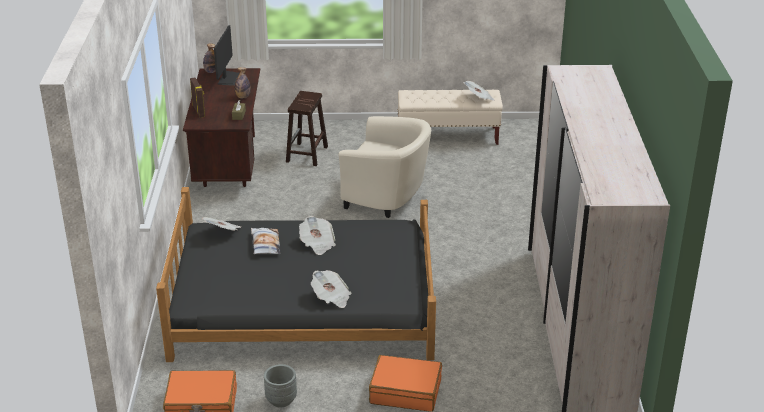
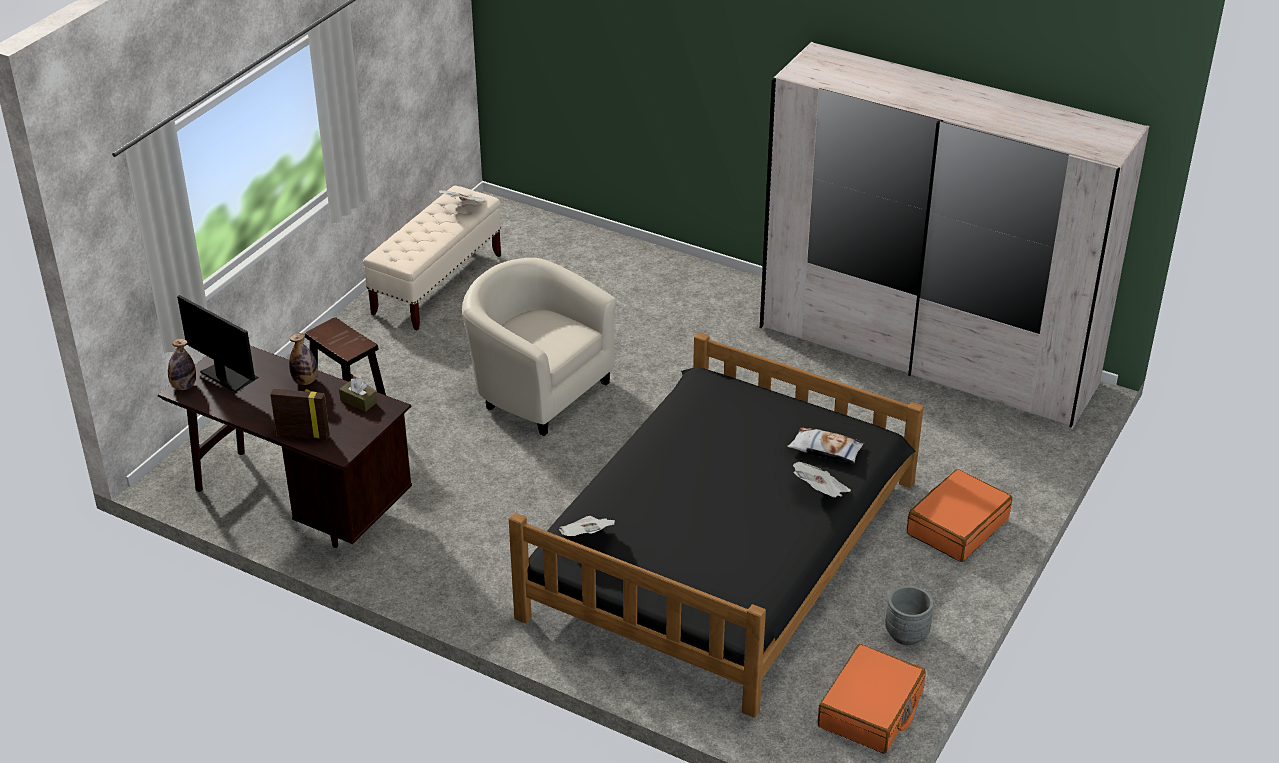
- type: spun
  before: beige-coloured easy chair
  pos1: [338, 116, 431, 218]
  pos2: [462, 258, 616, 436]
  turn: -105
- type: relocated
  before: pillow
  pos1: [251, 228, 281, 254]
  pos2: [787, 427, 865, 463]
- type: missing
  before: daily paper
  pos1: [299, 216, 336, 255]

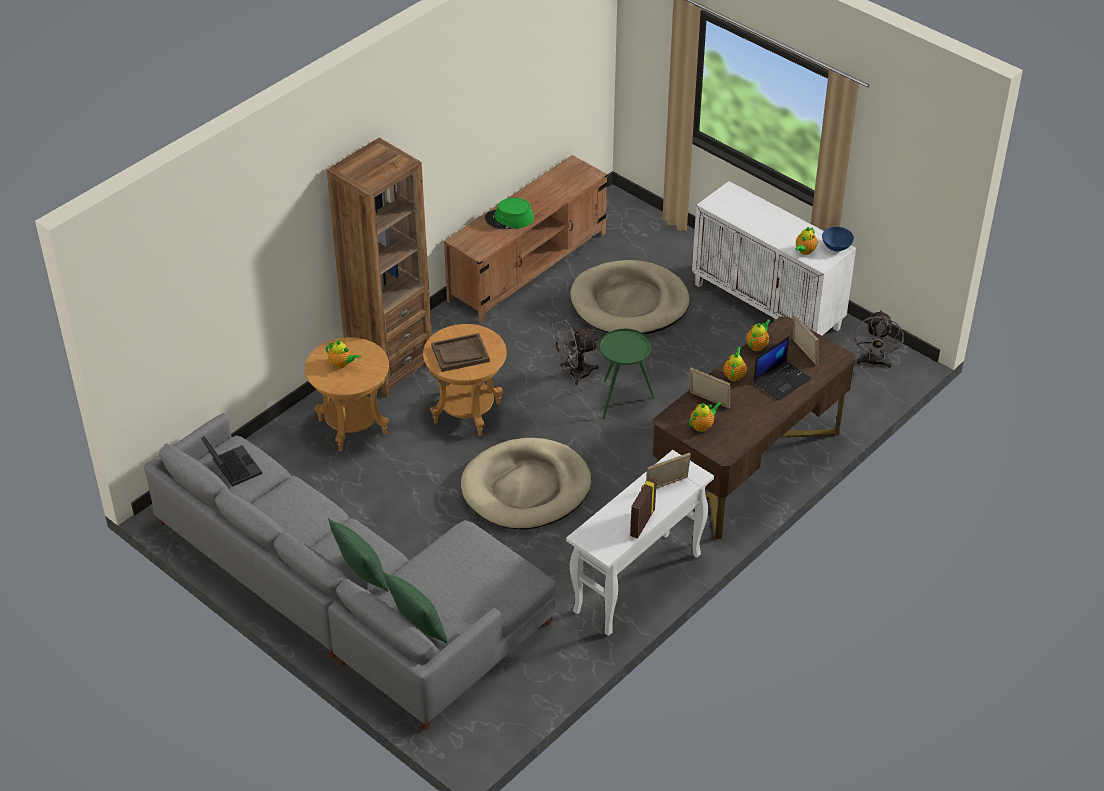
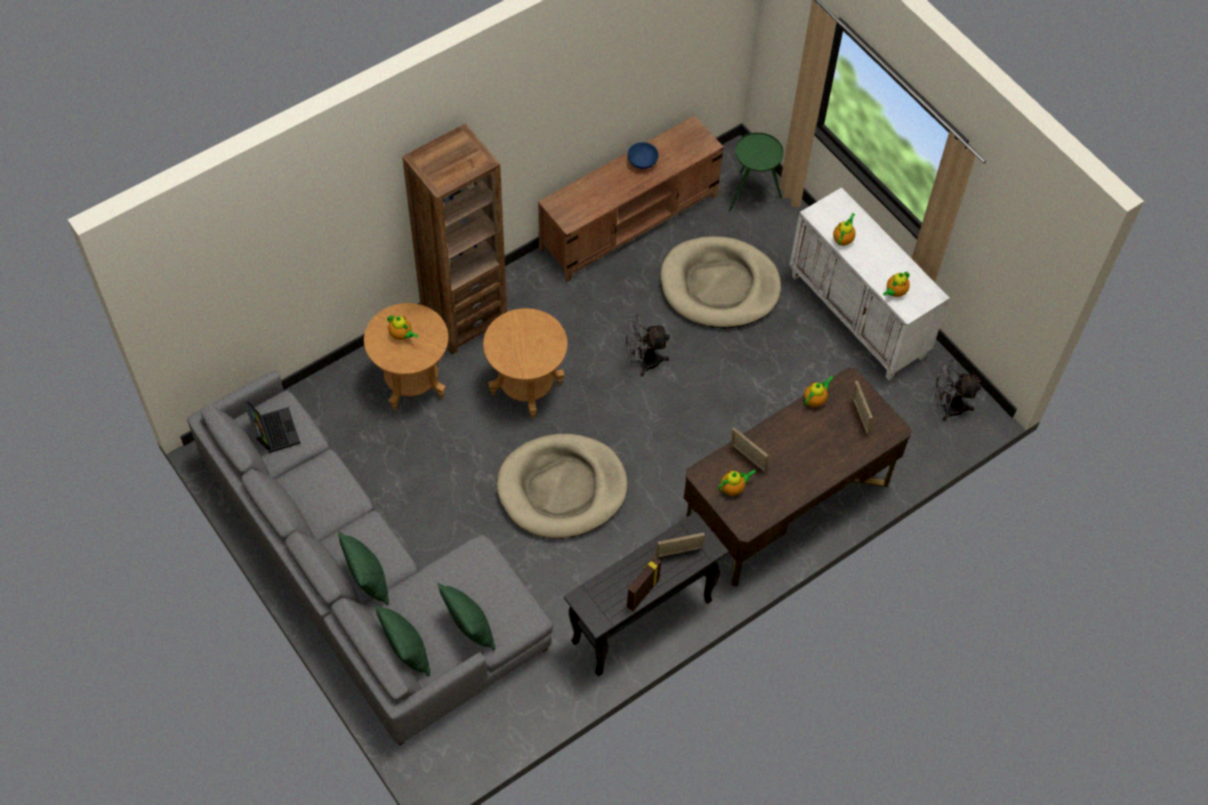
- type: appeared
  after: greenish pillow
  pos2: [438, 583, 495, 650]
- type: colour
  before: white-coloured narrow table
  after: black-coloured narrow table
  pos1: [566, 450, 714, 636]
  pos2: [564, 512, 729, 676]
- type: relocated
  before: blue bowl
  pos1: [822, 227, 854, 251]
  pos2: [627, 142, 659, 169]
- type: relocated
  before: greenish end table
  pos1: [600, 329, 655, 419]
  pos2: [729, 132, 784, 211]
- type: relocated
  before: teapot
  pos1: [724, 347, 746, 381]
  pos2: [833, 213, 856, 246]
- type: spun
  before: grey electric fan
  pos1: [853, 310, 904, 368]
  pos2: [934, 357, 981, 421]
  turn: 75
- type: missing
  before: brownish serving tray
  pos1: [431, 333, 490, 372]
- type: missing
  before: greenish clothing hat
  pos1: [485, 198, 534, 229]
- type: missing
  before: laptop
  pos1: [753, 336, 811, 401]

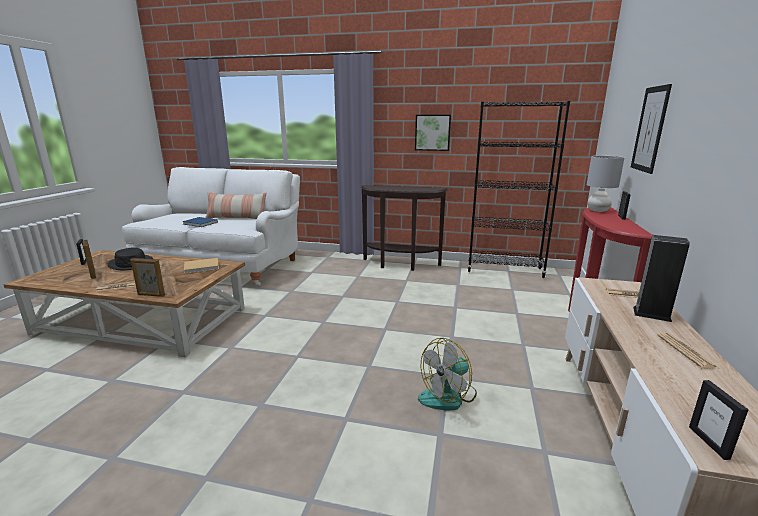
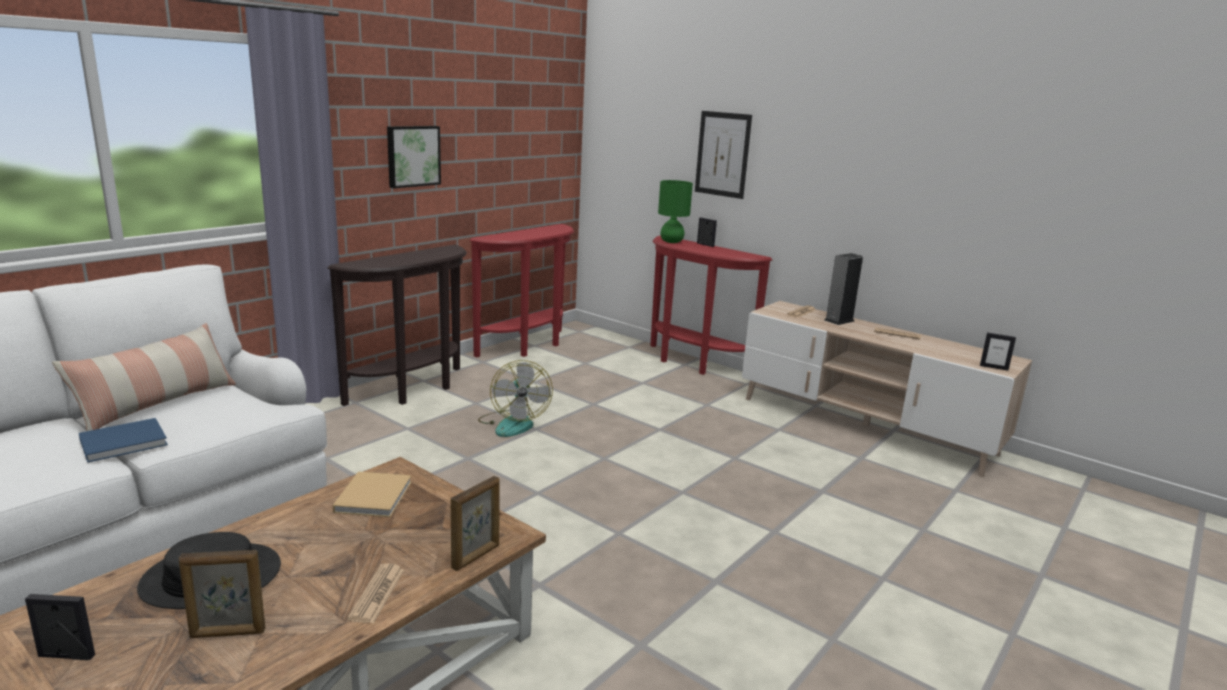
- type: exchanged
  before: black-coloured bookcase
  after: red-coloured narrow table
  pos1: [467, 101, 570, 278]
  pos2: [470, 224, 574, 357]
- type: relocated
  before: electric fan
  pos1: [418, 338, 477, 410]
  pos2: [478, 360, 553, 437]
- type: colour
  before: grey lamp for a table
  after: greenish lamp for a table
  pos1: [587, 156, 624, 212]
  pos2: [658, 180, 693, 243]

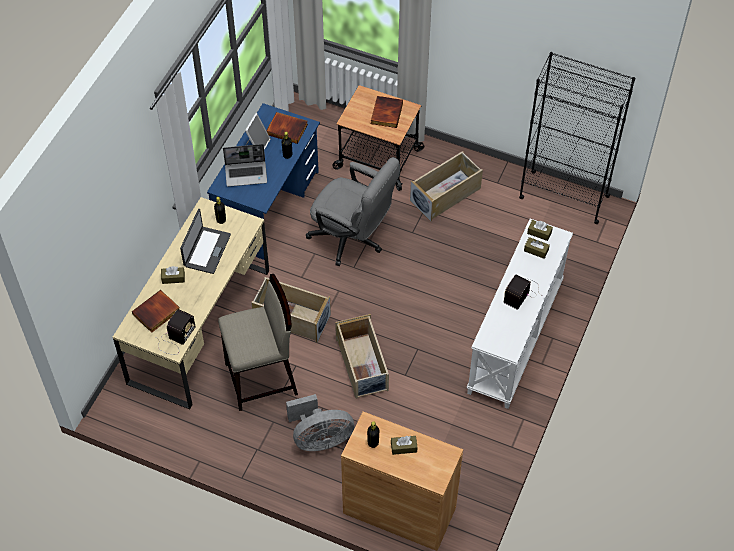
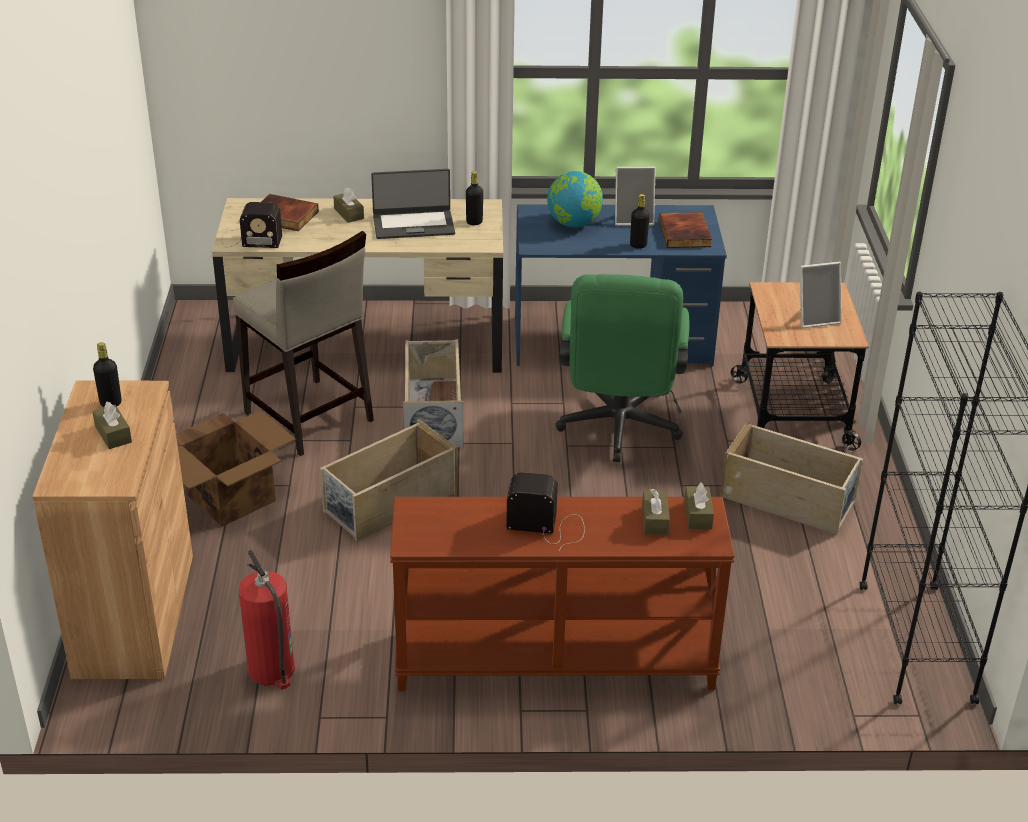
- type: exchanged
  before: grey electric fan
  after: cardboard box
  pos1: [286, 394, 354, 451]
  pos2: [176, 411, 296, 527]
- type: appeared
  after: fire-fighting cylinder
  pos2: [239, 550, 295, 690]
- type: colour
  before: white-coloured narrow table
  after: brownish narrow table
  pos1: [467, 219, 573, 409]
  pos2: [390, 497, 735, 691]
- type: exchanged
  before: laptop
  after: globe
  pos1: [223, 144, 267, 187]
  pos2: [547, 171, 603, 227]
- type: colour
  before: grey computer chair
  after: greenish computer chair
  pos1: [306, 157, 400, 266]
  pos2: [555, 274, 689, 462]
- type: exchanged
  before: bound book
  after: photo frame
  pos1: [371, 96, 403, 128]
  pos2: [800, 262, 842, 328]

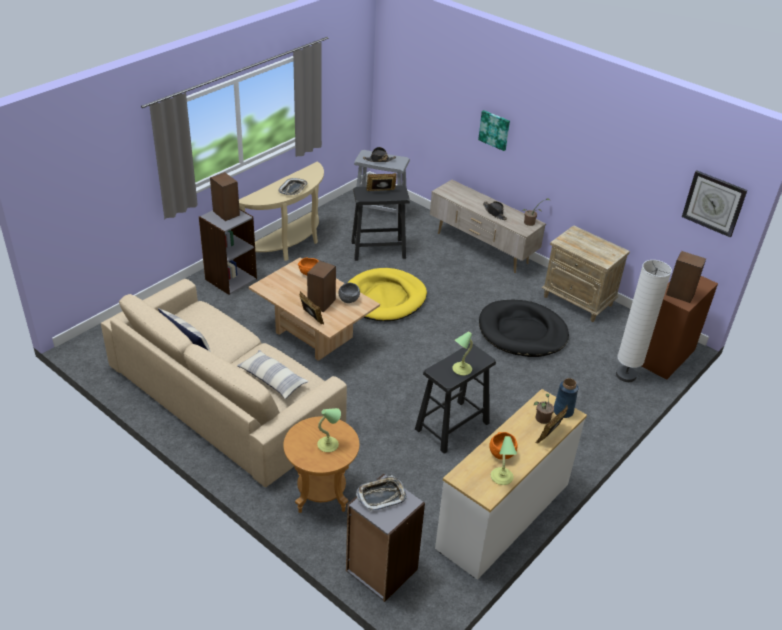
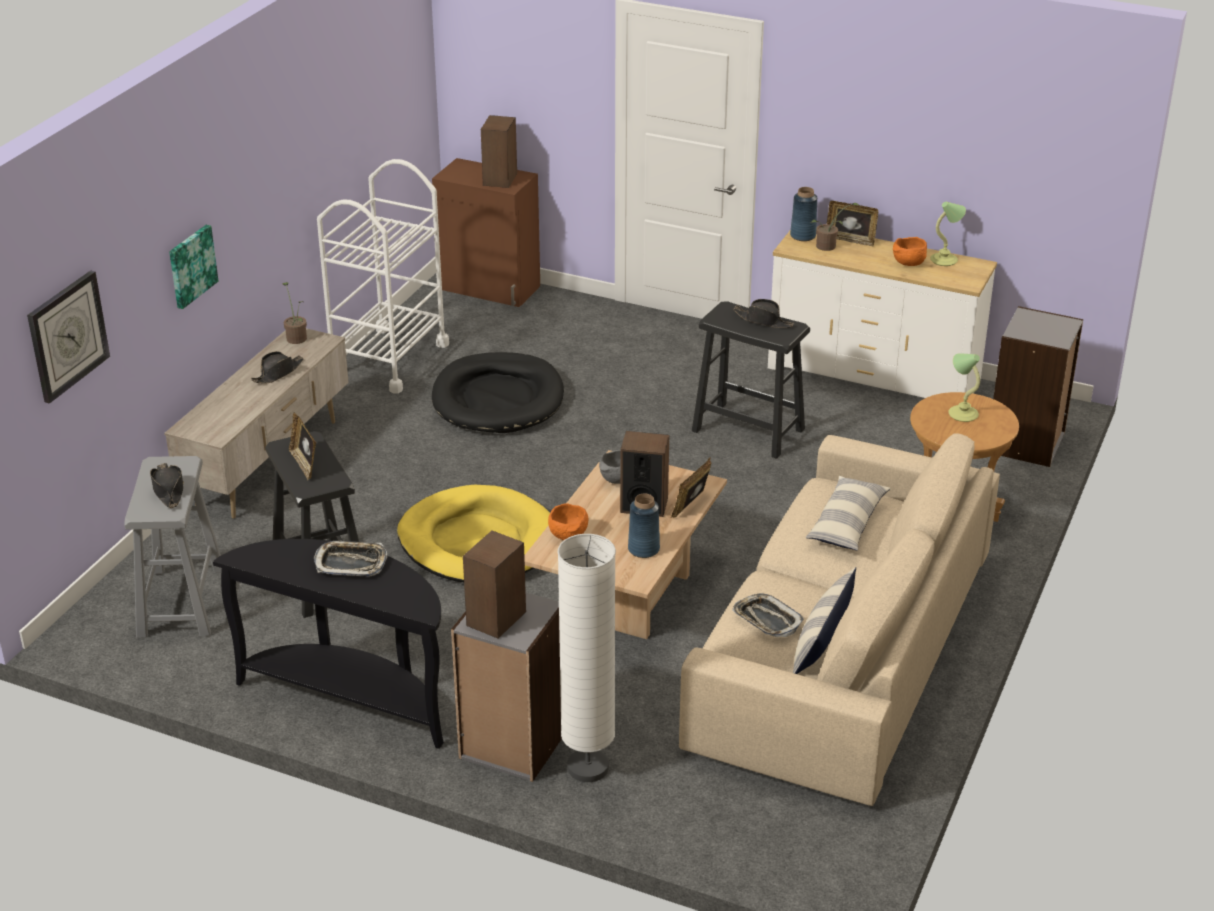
- type: relocated
  before: clock on the wall
  pos1: [682, 170, 747, 237]
  pos2: [27, 270, 110, 404]
- type: colour
  before: beige-coloured narrow table
  after: black-coloured narrow table
  pos1: [239, 162, 324, 261]
  pos2: [213, 539, 444, 749]
- type: exchanged
  before: beige-coloured nightstand
  after: white-coloured cart
  pos1: [541, 225, 630, 322]
  pos2: [317, 159, 449, 394]
- type: relocated
  before: white-coloured floor lamp
  pos1: [616, 260, 672, 382]
  pos2: [558, 534, 616, 782]
- type: appeared
  after: blue decorative vase
  pos2: [628, 494, 660, 558]
- type: relocated
  before: serving tray
  pos1: [356, 475, 407, 511]
  pos2: [732, 593, 804, 637]
- type: exchanged
  before: lamp for a table
  after: black-coloured clothing hat
  pos1: [452, 331, 473, 375]
  pos2: [733, 299, 794, 328]

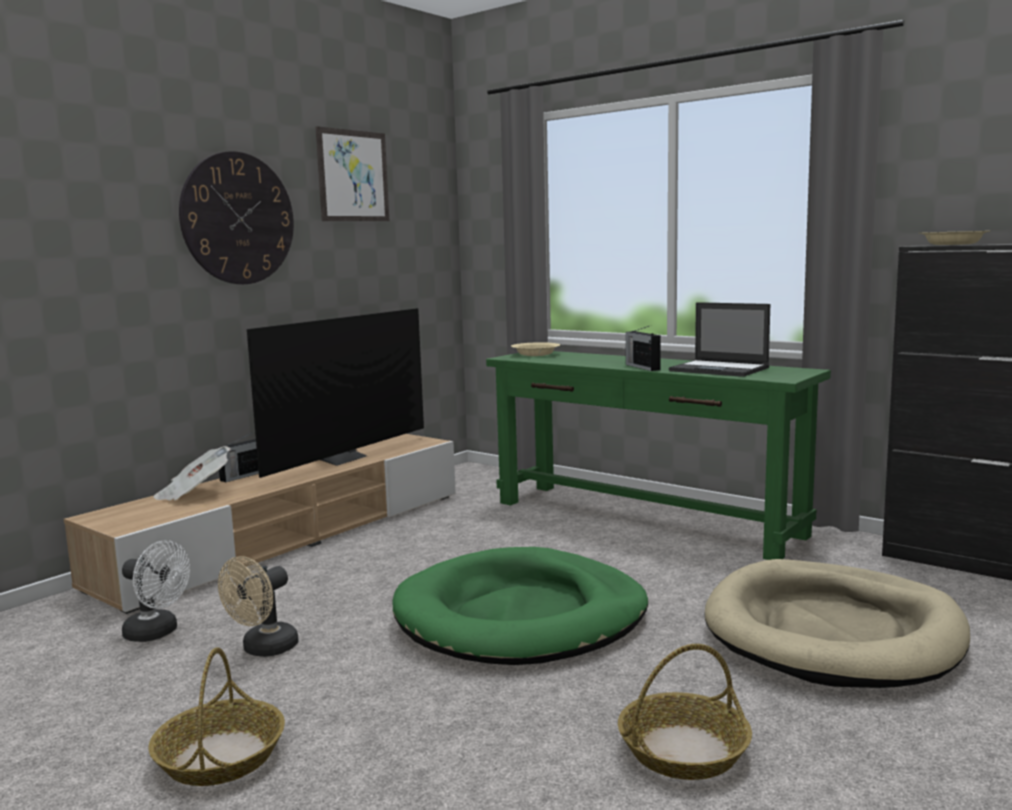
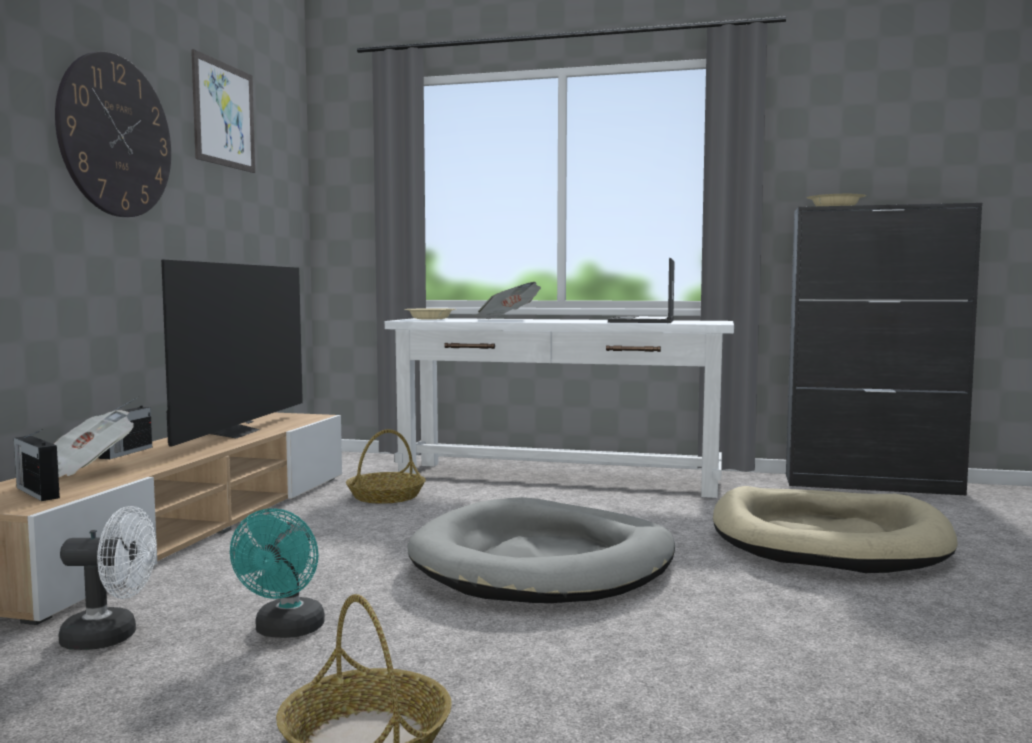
- type: relocated
  before: radio set
  pos1: [626, 326, 661, 371]
  pos2: [14, 429, 60, 501]
- type: colour
  before: beige-coloured electric fan
  after: turquoise-coloured electric fan
  pos1: [218, 556, 299, 657]
  pos2: [230, 508, 325, 638]
- type: relocated
  before: storage basket
  pos1: [618, 644, 752, 780]
  pos2: [346, 429, 426, 504]
- type: colour
  before: greenish narrow table
  after: white-coloured narrow table
  pos1: [486, 351, 831, 560]
  pos2: [385, 318, 734, 498]
- type: colour
  before: greenish dog cushion
  after: grey dog cushion
  pos1: [393, 547, 648, 665]
  pos2: [407, 497, 675, 603]
- type: appeared
  after: daily paper
  pos2: [475, 282, 541, 319]
- type: spun
  before: laptop
  pos1: [669, 302, 770, 377]
  pos2: [608, 258, 674, 323]
  turn: 90

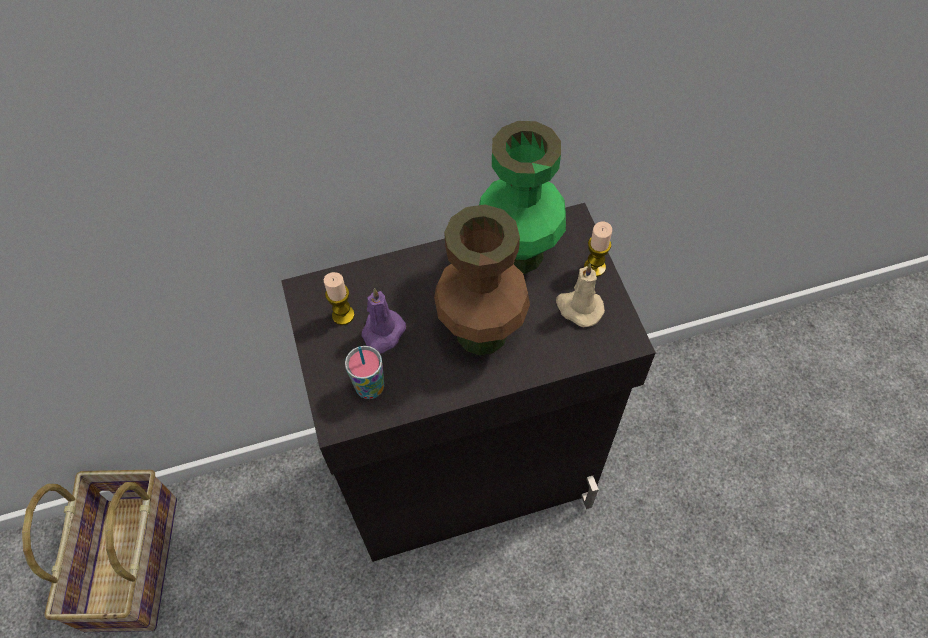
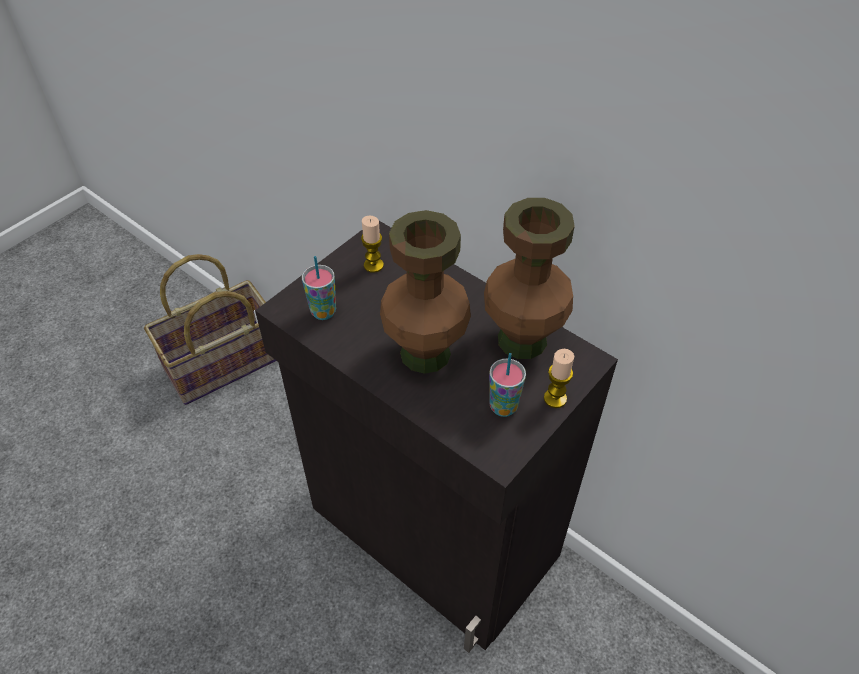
- type: colour
  before: greenish decorative vase
  after: brownish decorative vase
  pos1: [479, 121, 566, 274]
  pos2: [484, 198, 575, 359]
- type: exchanged
  before: beige-coloured wax candle
  after: drinking cup
  pos1: [556, 263, 605, 327]
  pos2: [489, 353, 526, 417]
- type: missing
  before: purple-coloured wax candle
  pos1: [361, 288, 406, 354]

